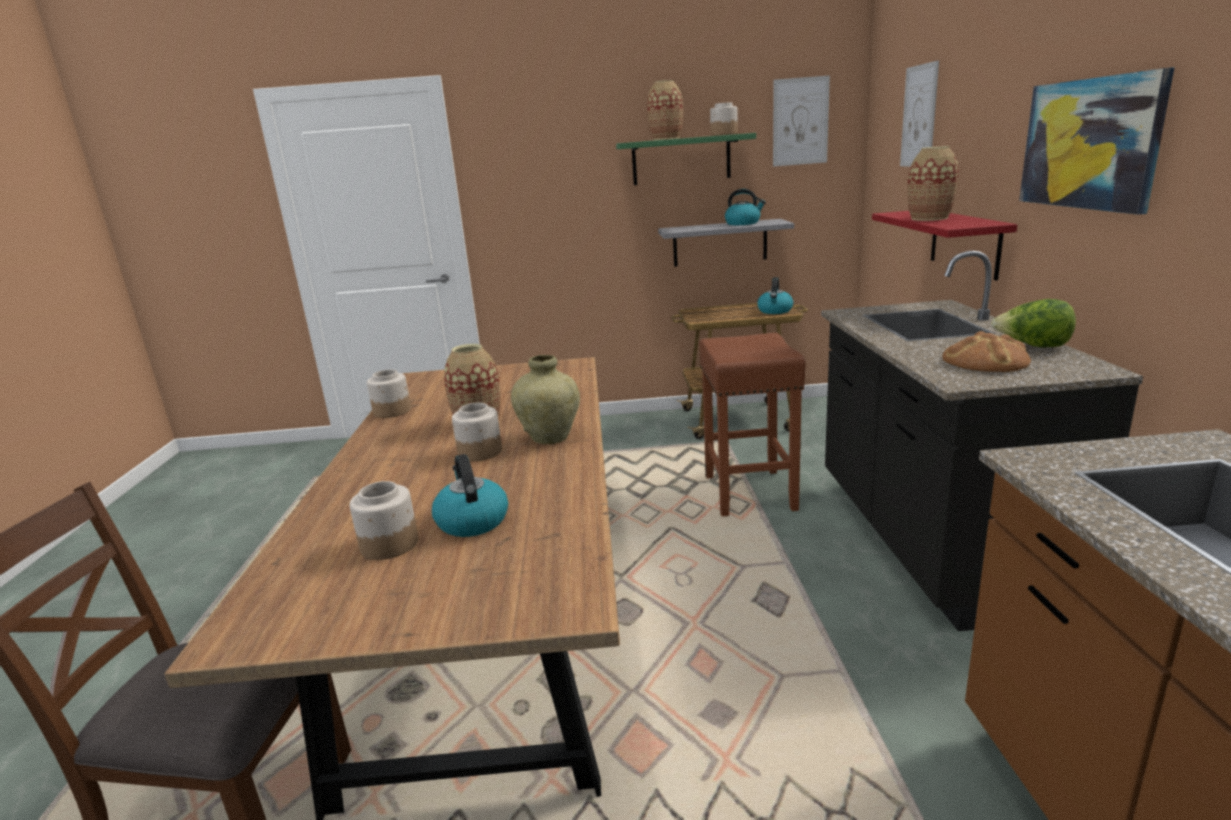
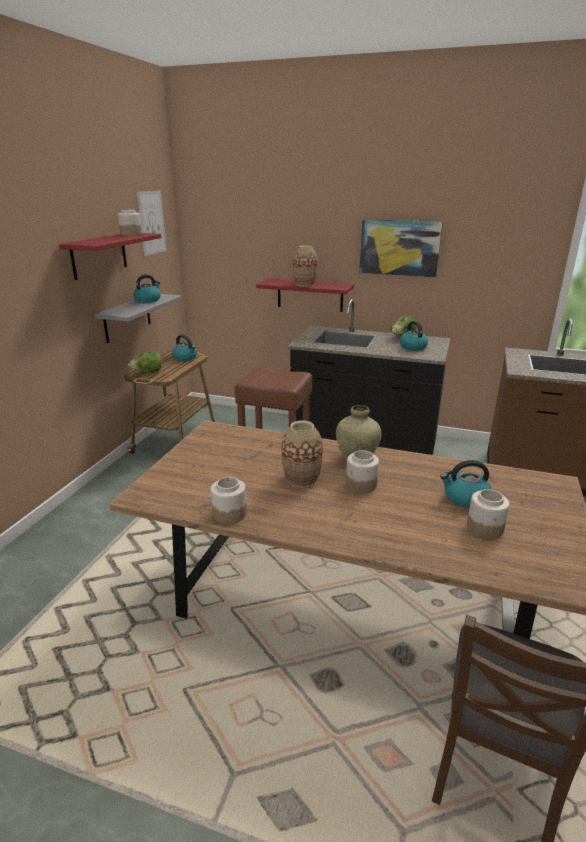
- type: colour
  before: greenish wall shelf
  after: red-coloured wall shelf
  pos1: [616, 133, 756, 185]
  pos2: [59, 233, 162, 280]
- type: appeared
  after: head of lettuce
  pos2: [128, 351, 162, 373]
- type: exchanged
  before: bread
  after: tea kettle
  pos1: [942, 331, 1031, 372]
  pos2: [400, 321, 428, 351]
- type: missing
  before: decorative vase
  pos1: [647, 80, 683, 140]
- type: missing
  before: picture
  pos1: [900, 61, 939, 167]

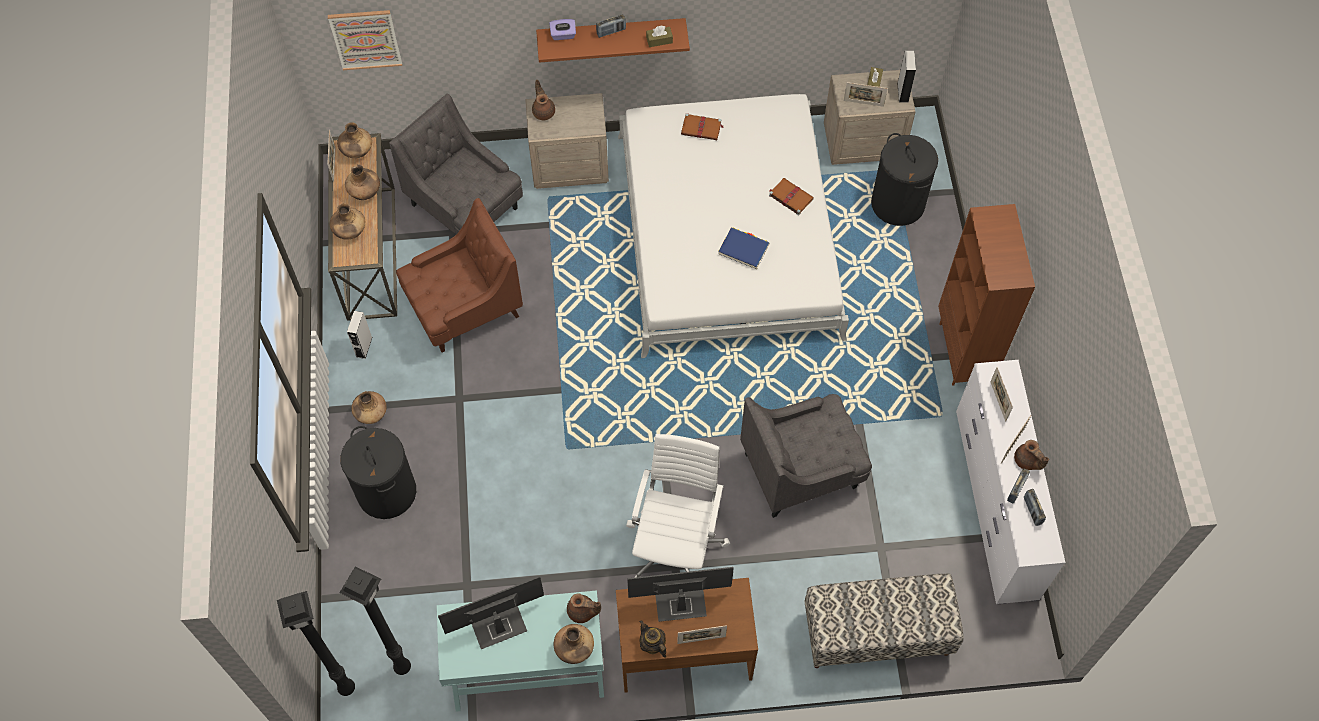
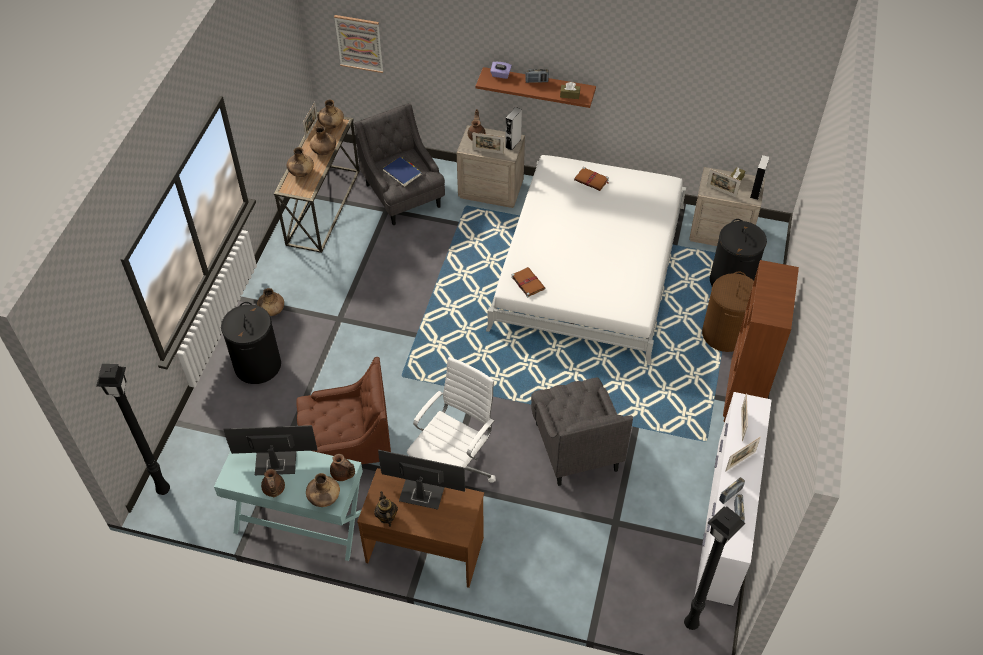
- type: relocated
  before: brownish teapot
  pos1: [1014, 440, 1049, 470]
  pos2: [261, 469, 285, 497]
- type: relocated
  before: brownish easy chair
  pos1: [396, 198, 523, 352]
  pos2: [296, 357, 391, 464]
- type: relocated
  before: blue bound book
  pos1: [718, 227, 769, 269]
  pos2: [383, 157, 422, 187]
- type: relocated
  before: photo frame
  pos1: [677, 625, 727, 644]
  pos2: [472, 132, 504, 154]
- type: relocated
  before: grey loudspeaker
  pos1: [347, 311, 372, 359]
  pos2: [505, 107, 522, 151]
- type: relocated
  before: brownish bound book
  pos1: [769, 178, 814, 215]
  pos2: [511, 267, 545, 297]
- type: spun
  before: grey easy chair
  pos1: [740, 394, 872, 518]
  pos2: [531, 377, 633, 486]
  turn: -105
- type: relocated
  before: black-coloured floor lamp
  pos1: [339, 567, 411, 675]
  pos2: [684, 506, 745, 630]
- type: appeared
  after: brownish washing basket
  pos2: [702, 271, 754, 352]
- type: missing
  before: bench
  pos1: [804, 574, 964, 668]

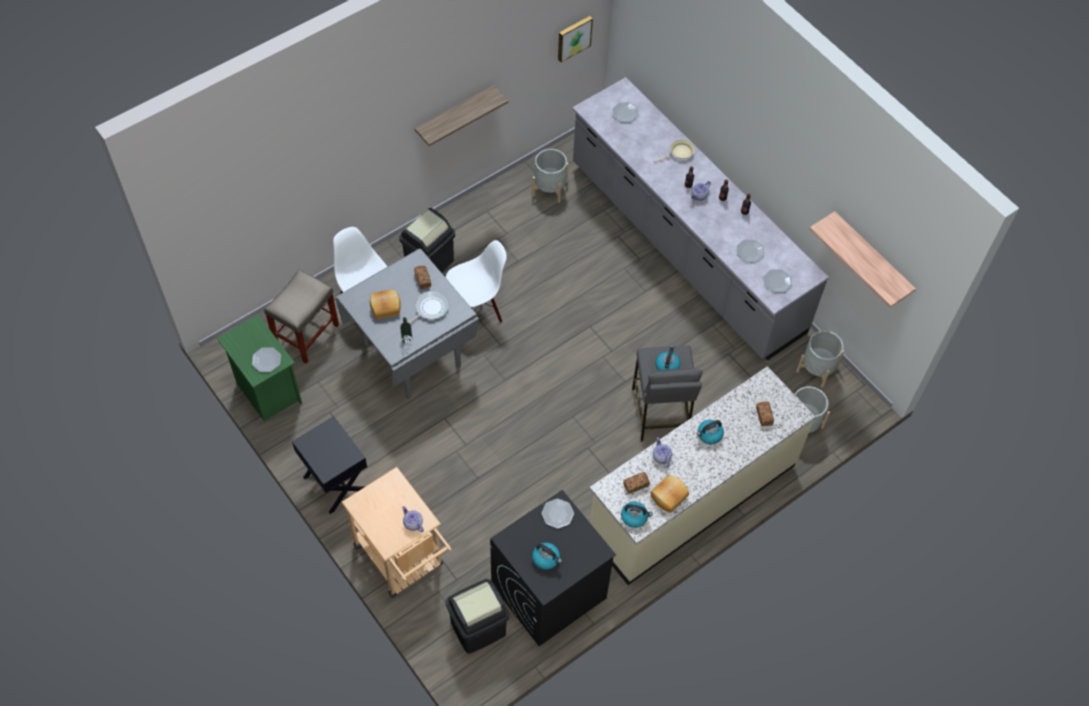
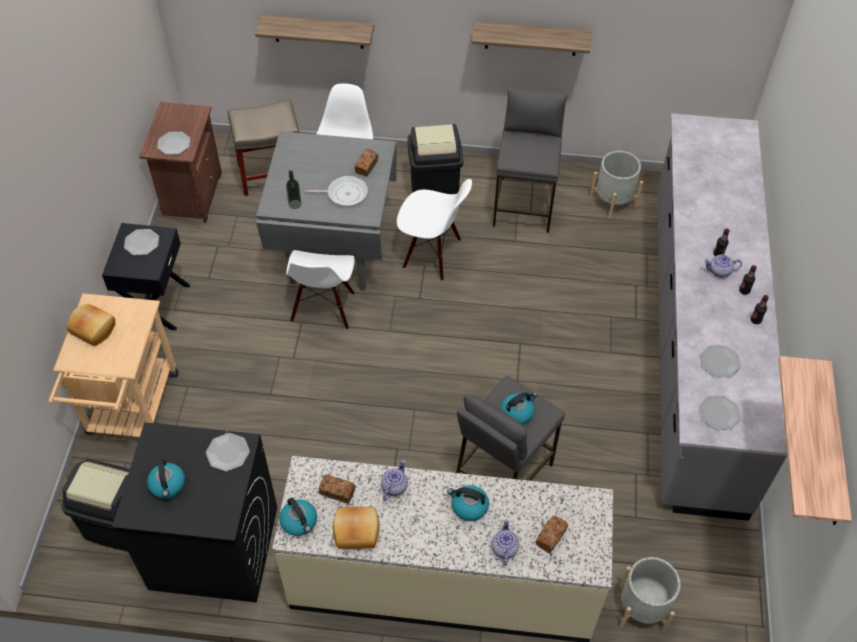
- type: relocated
  before: bread
  pos1: [370, 289, 401, 319]
  pos2: [67, 304, 115, 346]
- type: relocated
  before: flat dish
  pos1: [613, 102, 639, 122]
  pos2: [124, 229, 159, 255]
- type: colour
  before: greenish nightstand
  after: brownish nightstand
  pos1: [217, 315, 302, 421]
  pos2: [139, 102, 222, 223]
- type: appeared
  after: wall shelf
  pos2: [255, 15, 374, 49]
- type: appeared
  after: white-coloured plain chair
  pos2: [286, 250, 355, 330]
- type: relocated
  before: teapot
  pos1: [402, 506, 424, 532]
  pos2: [491, 519, 520, 566]
- type: appeared
  after: grey sitting stool
  pos2: [493, 88, 567, 233]
- type: missing
  before: picture
  pos1: [558, 16, 593, 62]
- type: missing
  before: beige-coloured pan
  pos1: [654, 139, 695, 162]
- type: missing
  before: grey flower pot
  pos1: [796, 330, 844, 388]

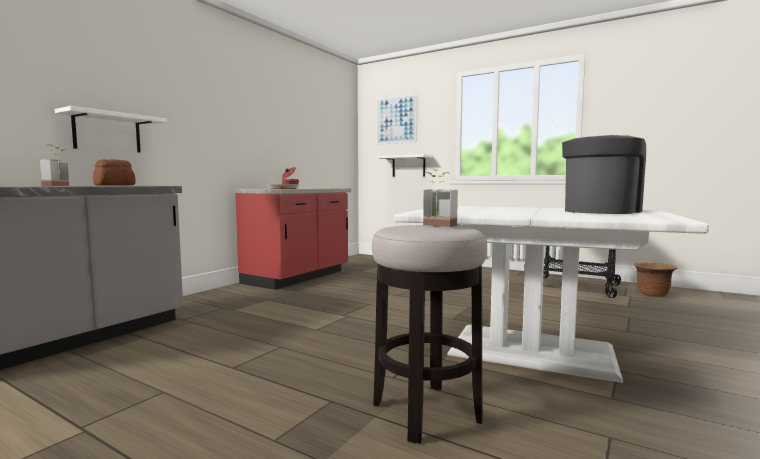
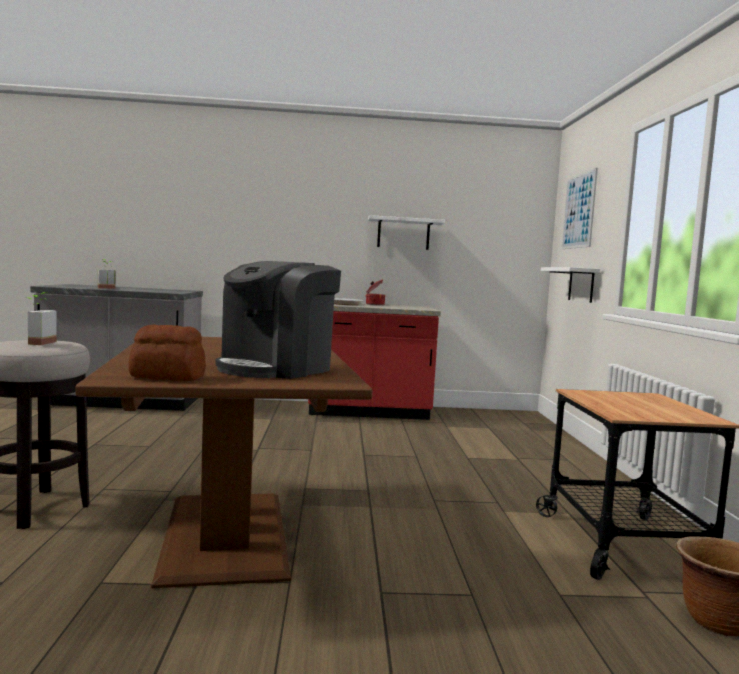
- type: colour
  before: white-coloured dinner table
  after: brownish dinner table
  pos1: [394, 206, 709, 383]
  pos2: [75, 337, 373, 588]
- type: relocated
  before: bread
  pos1: [93, 159, 136, 186]
  pos2: [129, 324, 206, 381]
- type: spun
  before: coffee machine
  pos1: [562, 135, 646, 214]
  pos2: [215, 261, 341, 379]
  turn: 120
- type: relocated
  before: white-coloured wall shelf
  pos1: [55, 106, 167, 152]
  pos2: [368, 215, 445, 250]

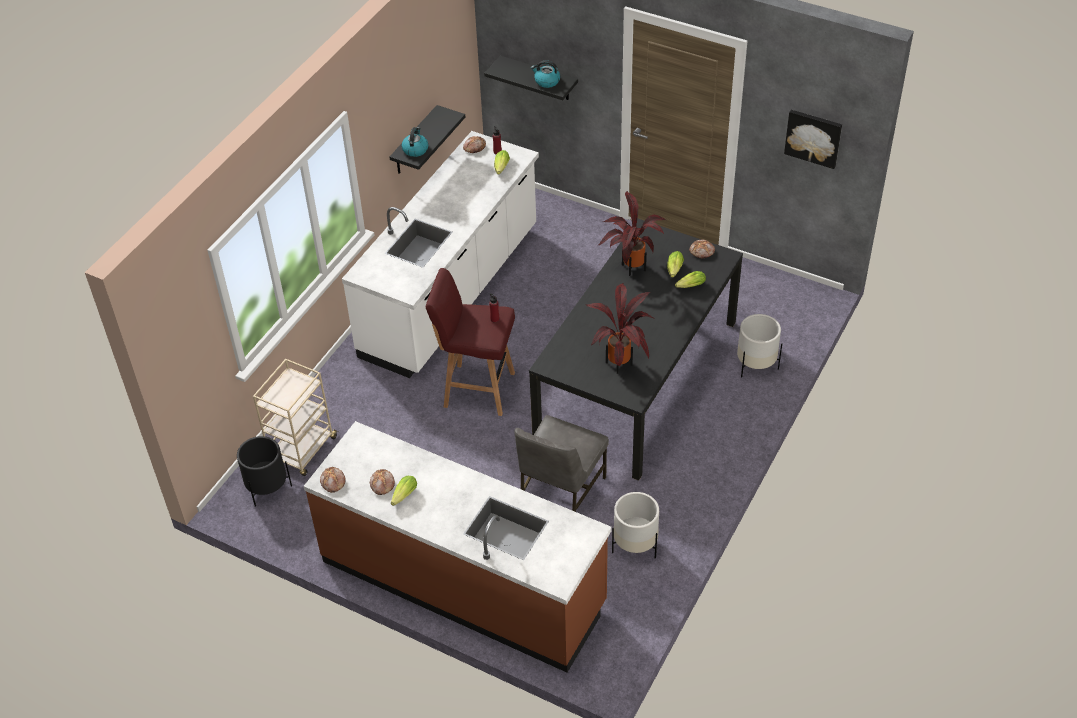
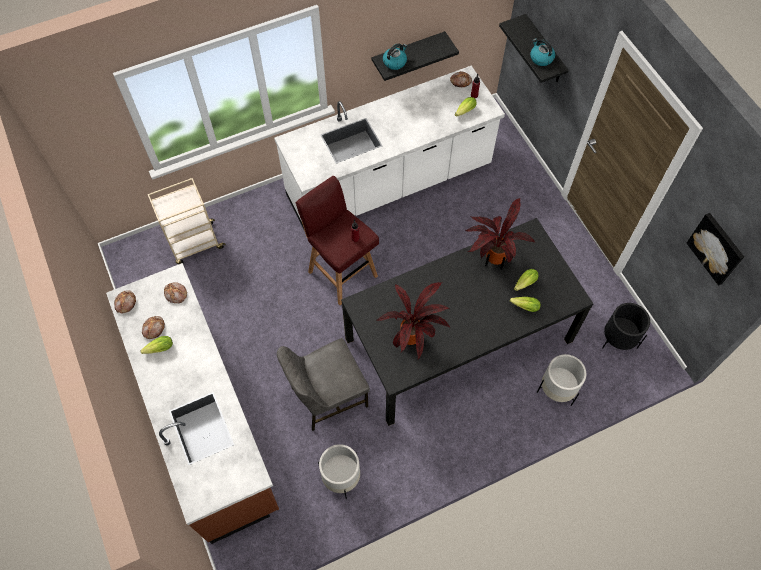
- type: relocated
  before: bread
  pos1: [689, 240, 715, 259]
  pos2: [164, 282, 187, 303]
- type: relocated
  before: black-coloured flower pot
  pos1: [237, 436, 292, 507]
  pos2: [602, 303, 650, 350]

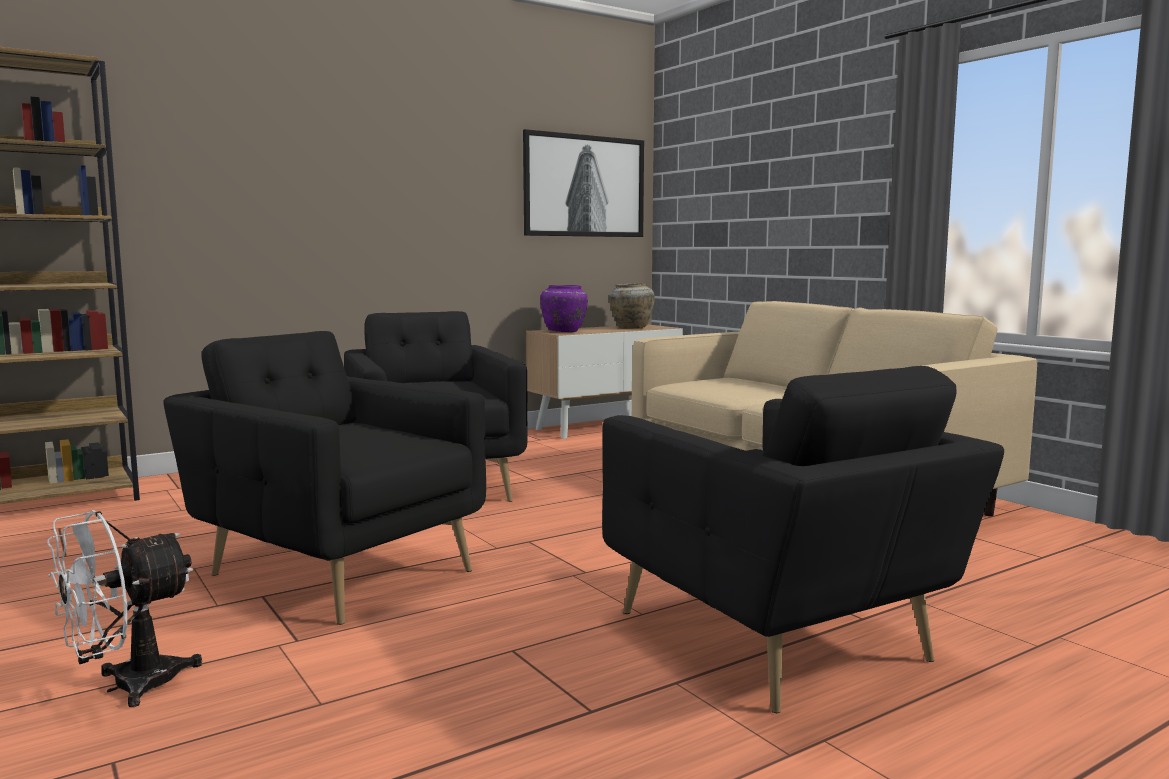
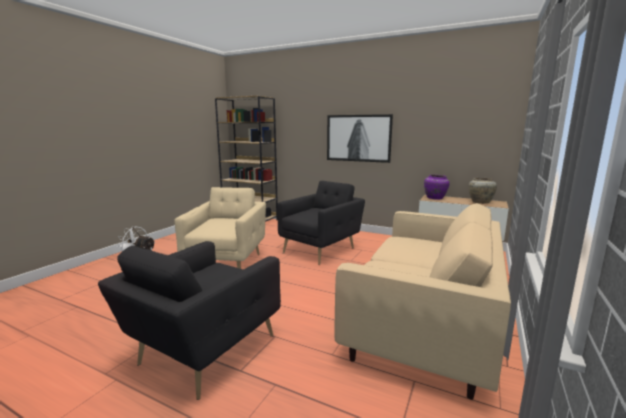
- type: colour
  before: black-coloured easy chair
  after: beige-coloured easy chair
  pos1: [164, 331, 486, 625]
  pos2: [174, 187, 266, 269]
- type: relocated
  before: picture
  pos1: [523, 129, 644, 237]
  pos2: [327, 114, 393, 163]

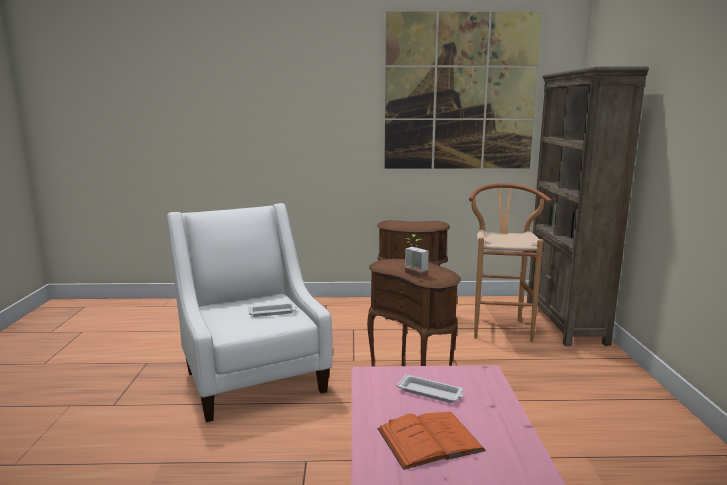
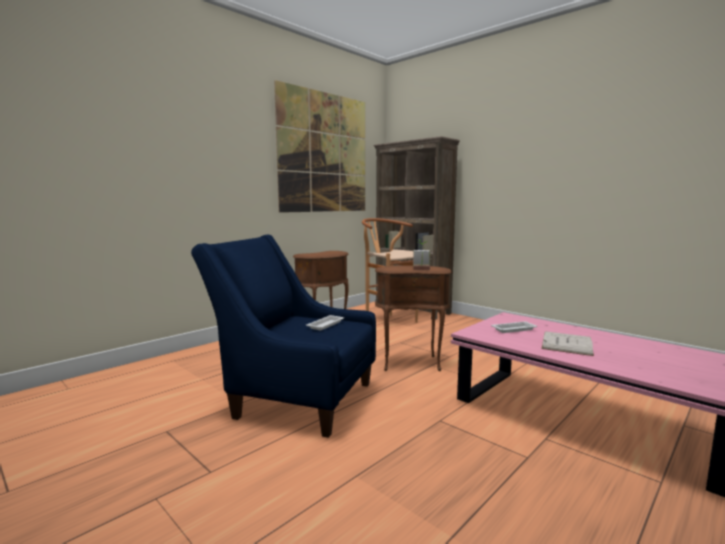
- type: colour
  before: white-coloured easy chair
  after: blue easy chair
  pos1: [167, 203, 333, 422]
  pos2: [191, 235, 376, 438]
- type: colour
  before: orange-coloured bound book
  after: white-coloured bound book
  pos1: [377, 412, 486, 470]
  pos2: [542, 331, 594, 356]

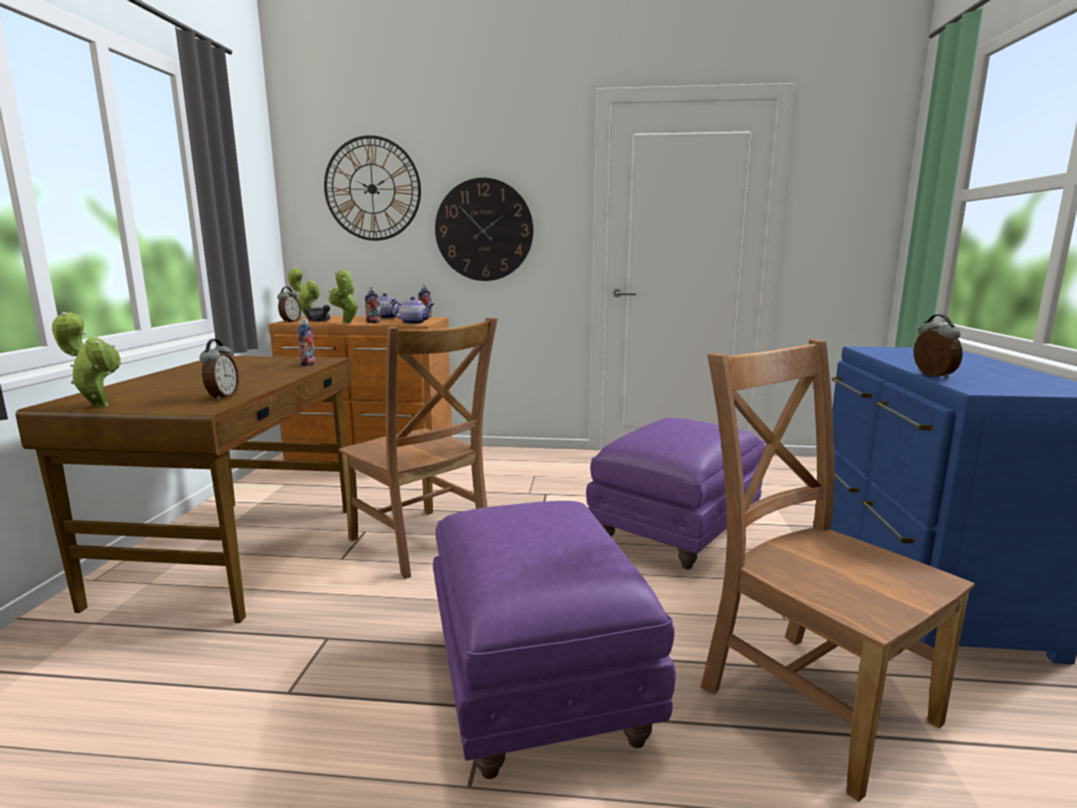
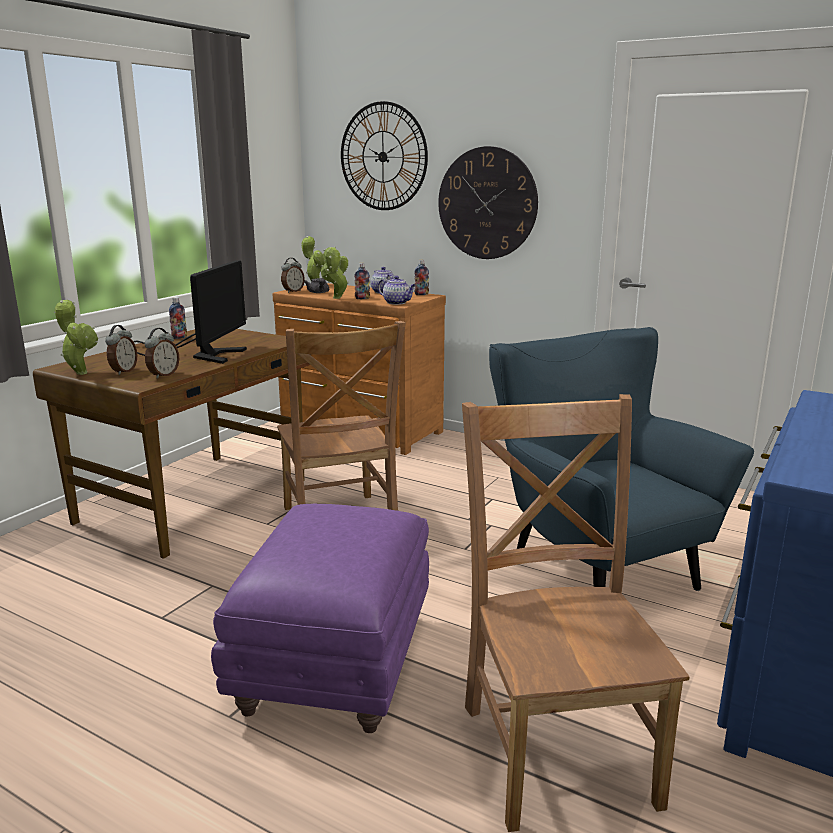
- type: relocated
  before: bedside clock
  pos1: [913, 314, 963, 379]
  pos2: [105, 325, 137, 375]
- type: appeared
  after: computer screen
  pos2: [133, 260, 247, 364]
- type: relocated
  before: drink bottle
  pos1: [298, 319, 315, 366]
  pos2: [169, 297, 187, 339]
- type: exchanged
  before: purple-coloured pouffe
  after: blue easy chair
  pos1: [586, 418, 765, 570]
  pos2: [489, 327, 754, 591]

